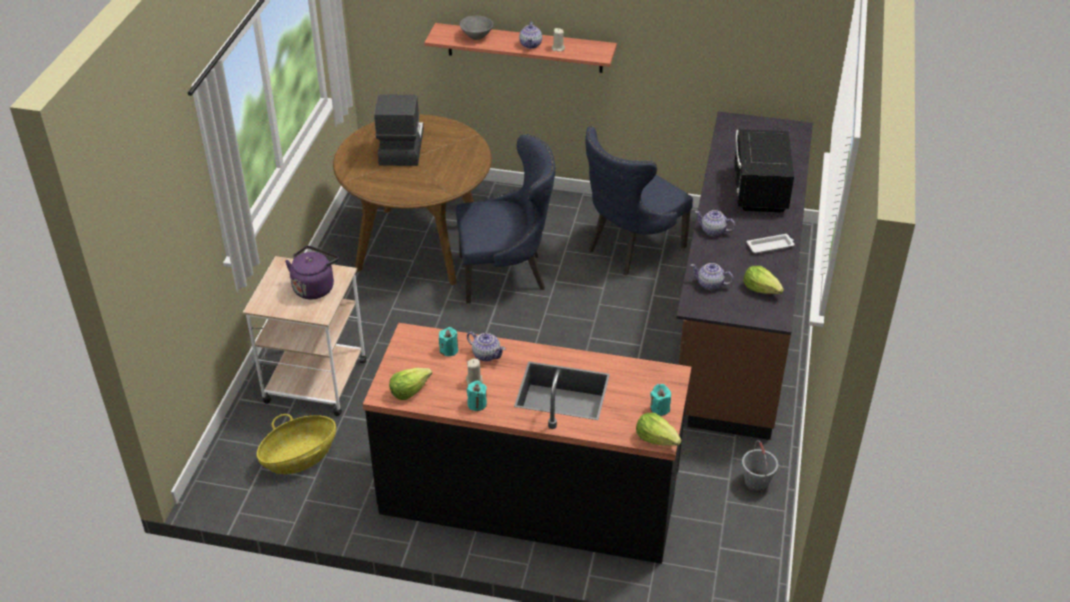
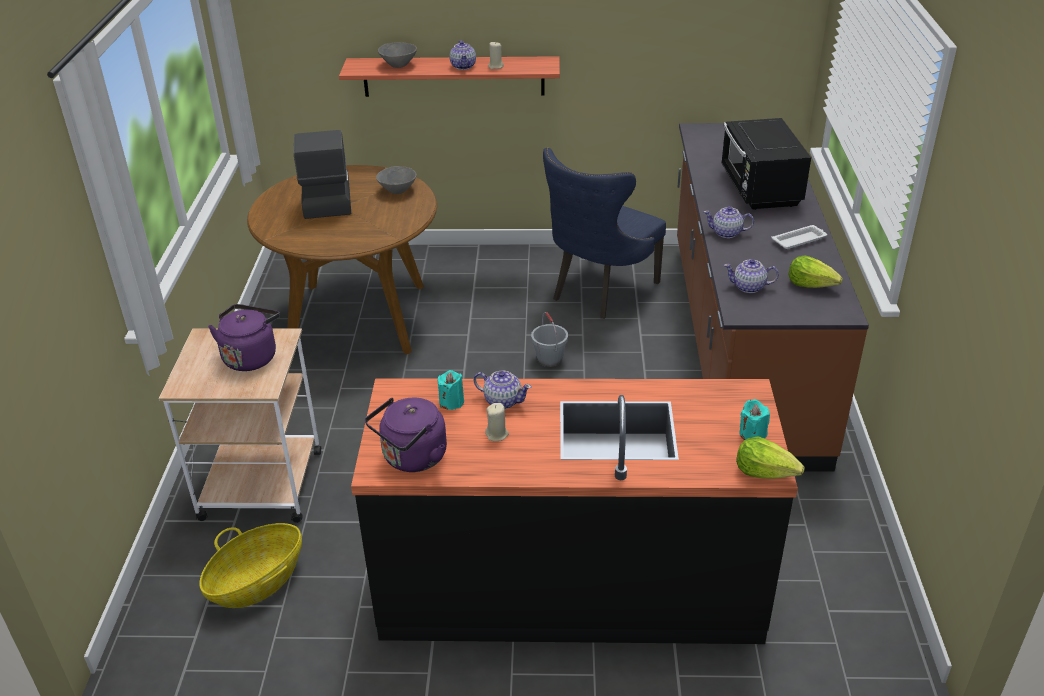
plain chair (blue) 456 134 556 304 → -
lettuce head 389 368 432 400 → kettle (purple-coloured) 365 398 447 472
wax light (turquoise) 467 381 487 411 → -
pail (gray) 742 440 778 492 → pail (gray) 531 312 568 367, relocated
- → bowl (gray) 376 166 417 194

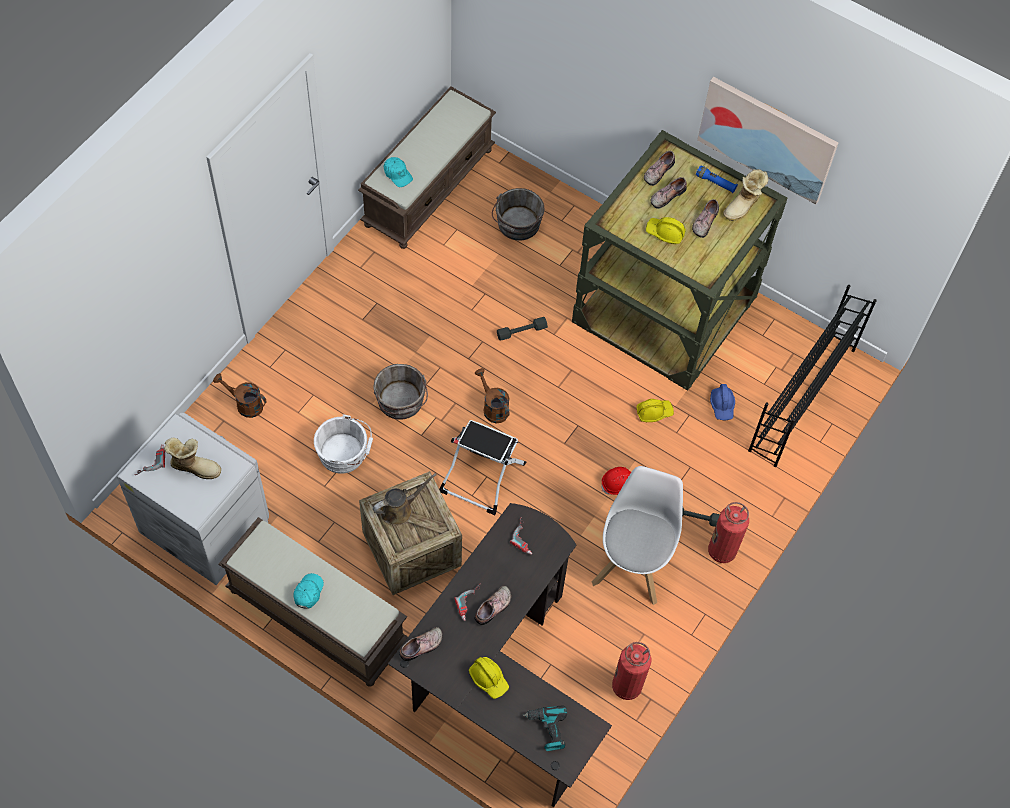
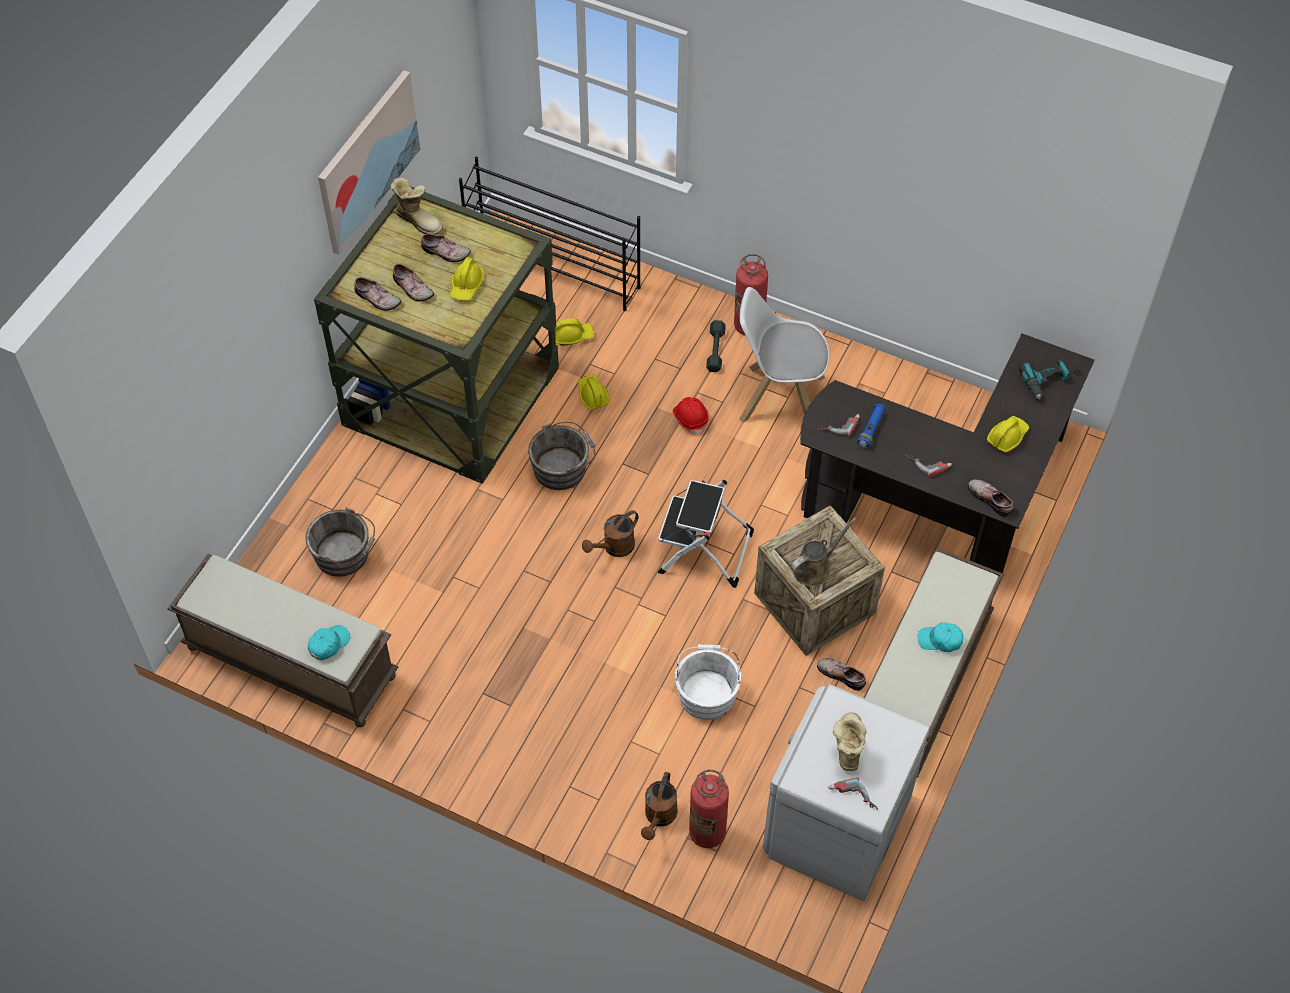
flashlight (blue) 696 166 738 193 → flashlight (blue) 857 404 886 449, relocated
free weight (gray) 497 317 548 341 → -
pail (gray) 374 364 428 420 → pail (gray) 528 422 595 490, relocated
safety helmet (blue) 710 384 735 420 → safety helmet (yellow-coloured) 555 318 594 346
watering can (brown-coloured) 373 473 437 525 → watering can (brown-coloured) 791 518 856 586, 90 degrees clockwise
shoe 474 586 511 625 → shoe 817 658 866 691, relocated
extinguisher 612 642 651 700 → extinguisher 689 769 729 848, relocated

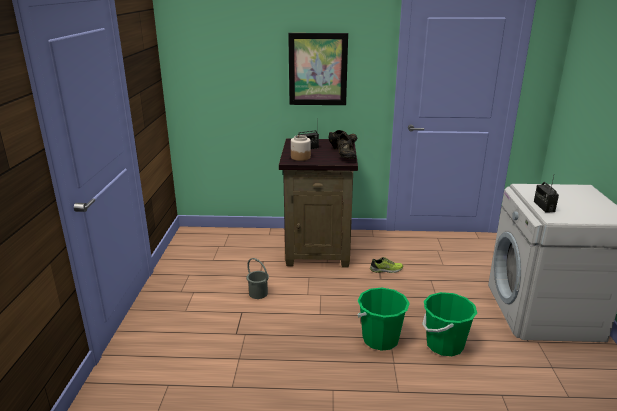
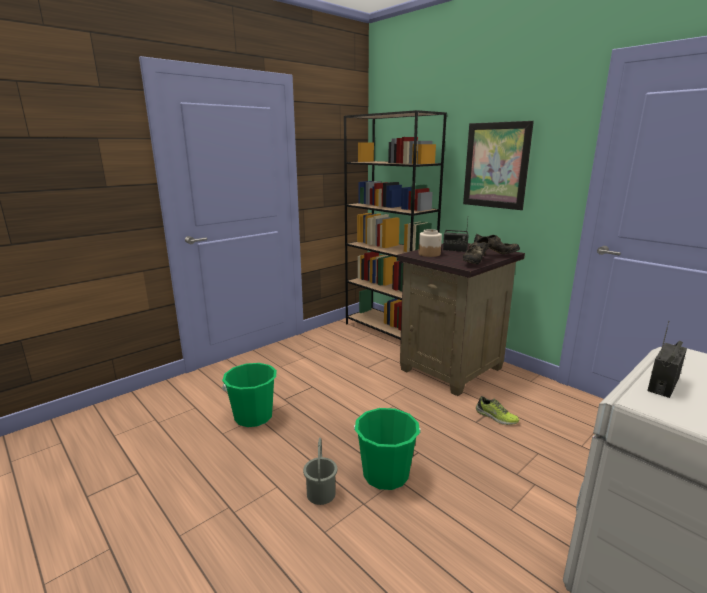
pail (gray) 247 258 269 299 → pail (gray) 303 438 337 505, relocated
pail (greenish) 422 292 477 356 → pail (greenish) 222 363 277 427, relocated
- → bookshelf (beige-coloured) 344 110 447 340

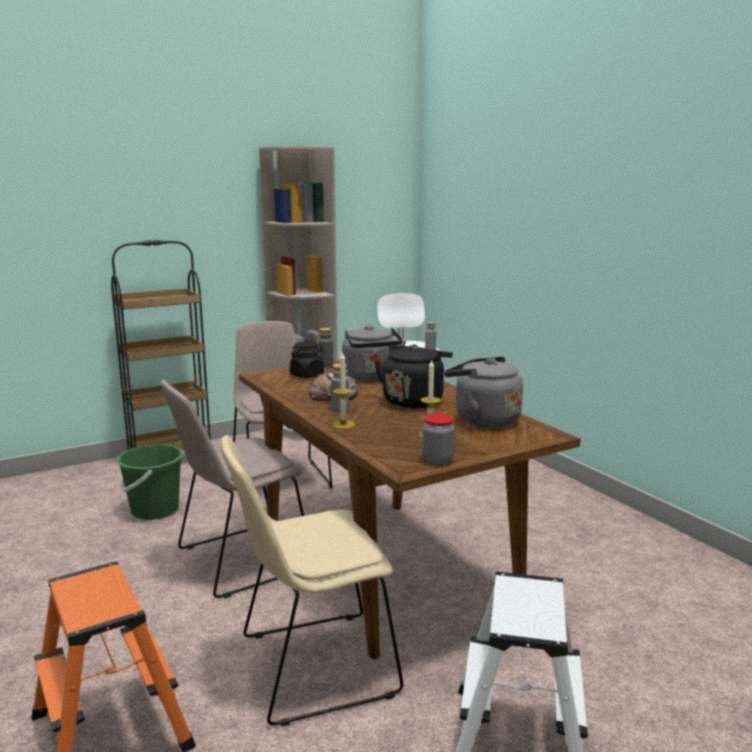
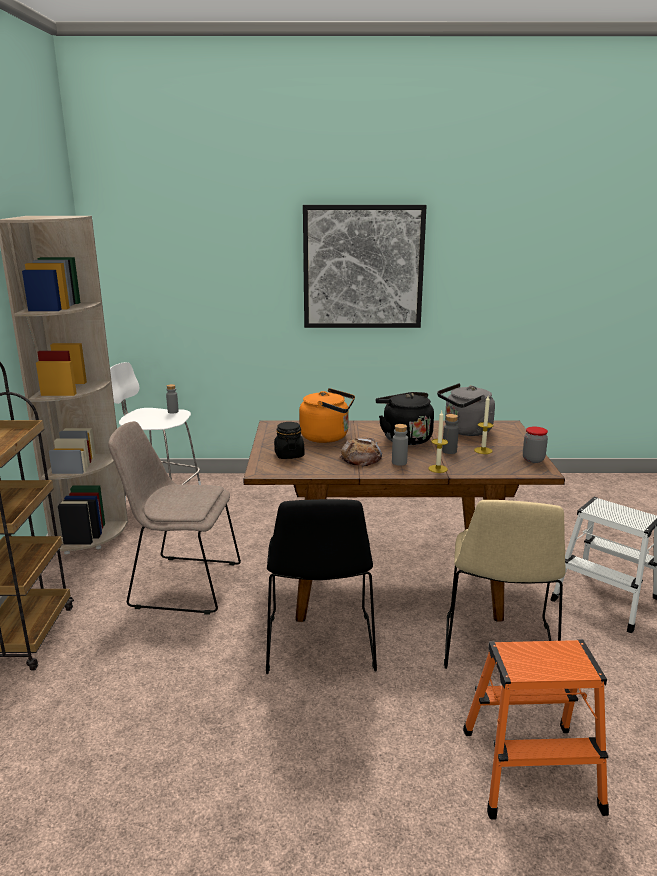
kettle (gray) 342 325 406 381 → kettle (orangey) 299 388 355 443
beverage bottle (gray) 318 328 333 367 → beverage bottle (gray) 442 414 459 454, relocated
plain chair (beige-coloured) 160 380 304 598 → plain chair (black) 266 499 377 674
pail (greenish) 116 444 184 520 → -
- → picture 303 205 427 328

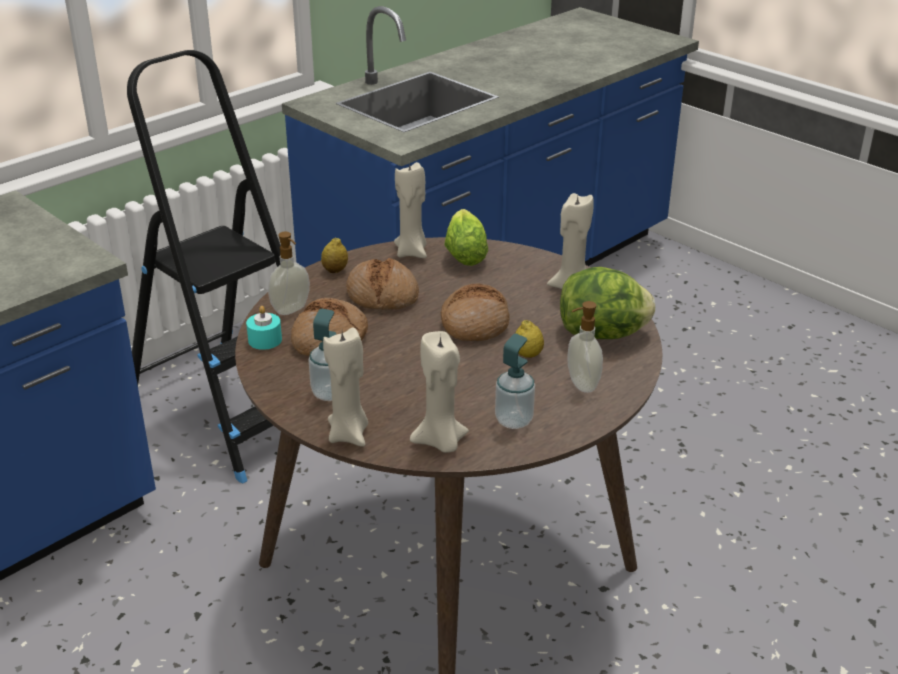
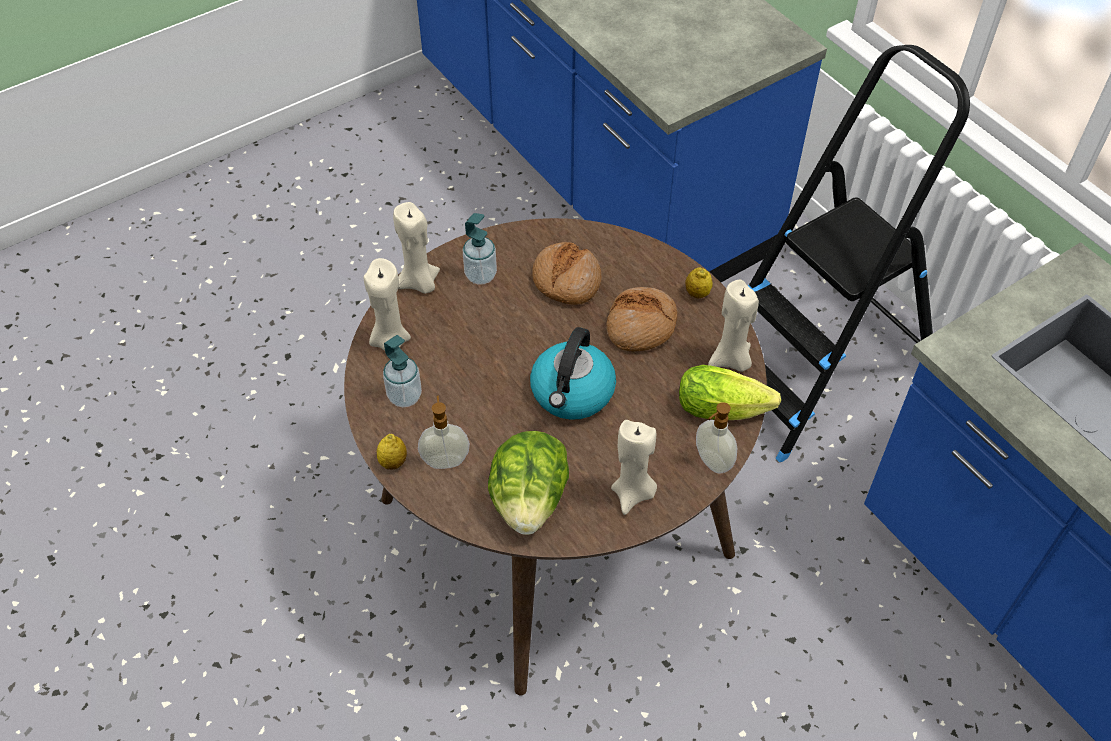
soap dispenser 268 231 310 315 → soap dispenser 696 402 737 474, relocated
bread 441 283 510 341 → kettle 530 327 616 420
wax light (turquoise) 246 306 282 350 → -
lemon 515 320 544 358 → lemon 377 434 407 469, relocated

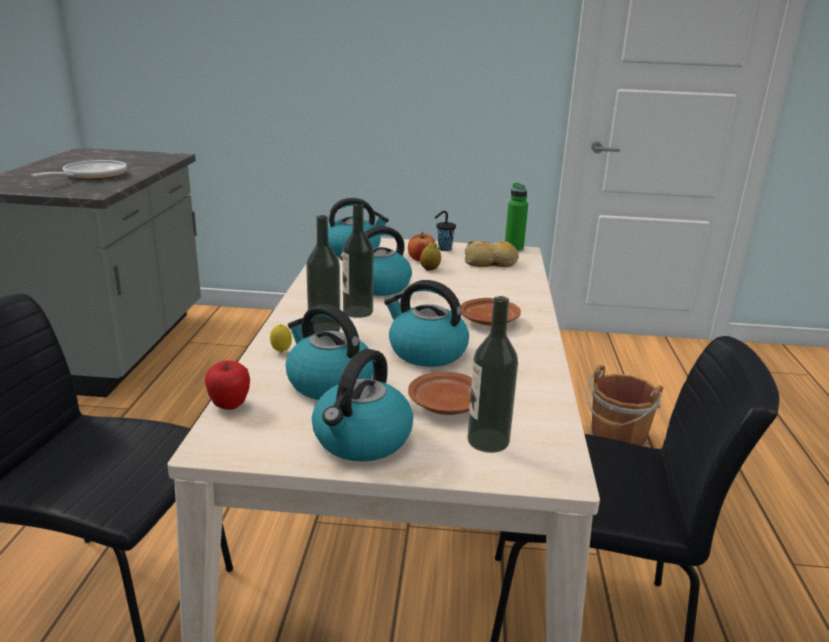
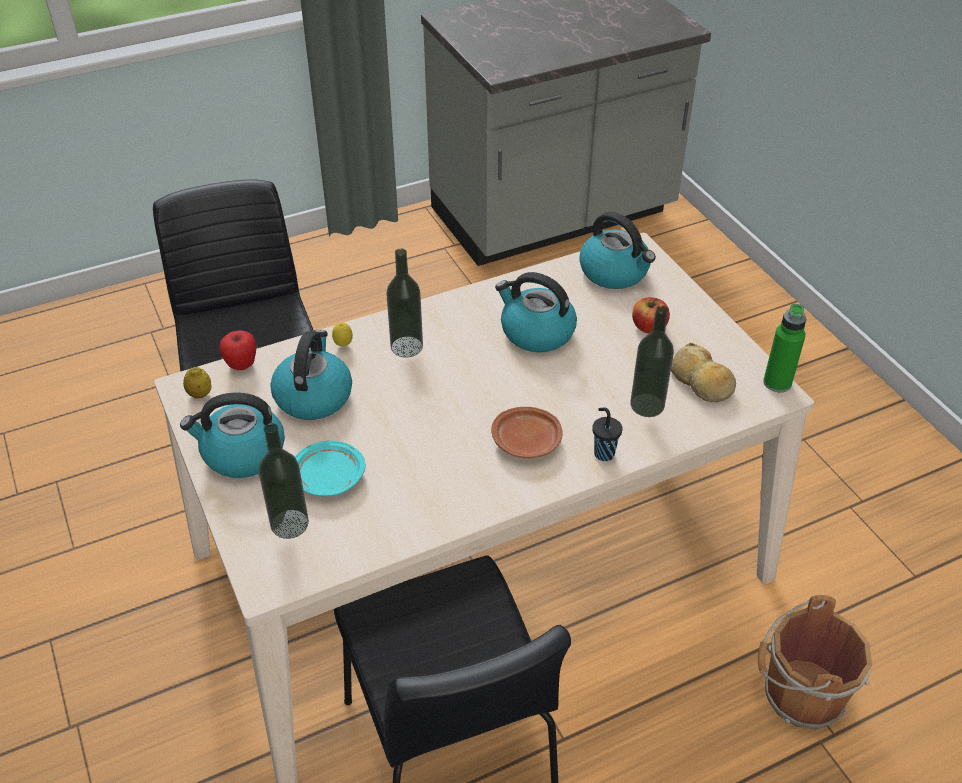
skillet 31 160 127 180 → -
beverage bottle 342 203 374 318 → beverage bottle 630 306 674 417, relocated
cup (black) 435 211 456 251 → cup (black) 592 407 623 461, relocated
lemon 420 242 441 271 → lemon 183 367 211 398, relocated
kettle 384 280 469 367 → -
flat dish (brown-coloured) 408 372 472 415 → flat dish (turquoise) 295 441 365 497

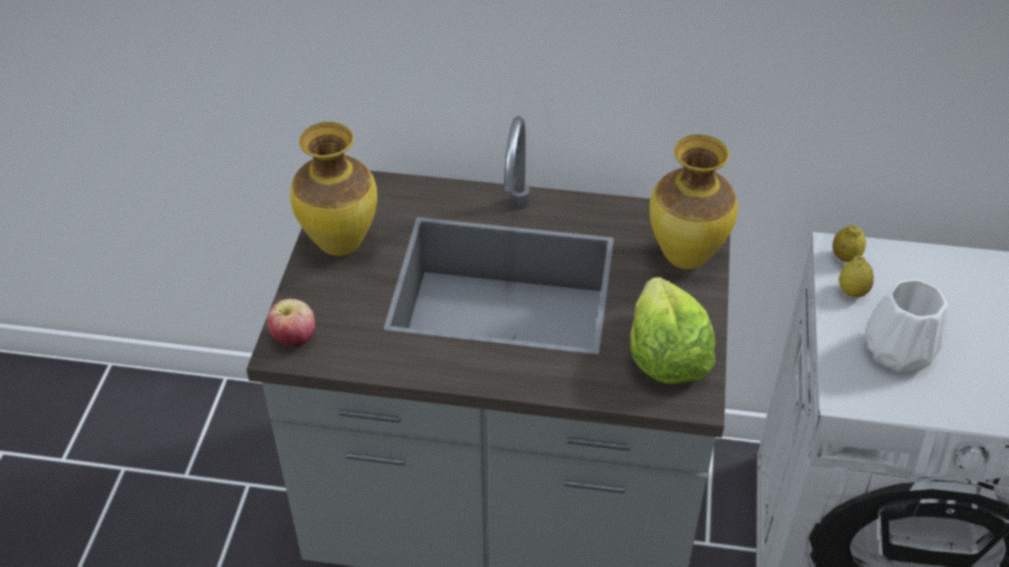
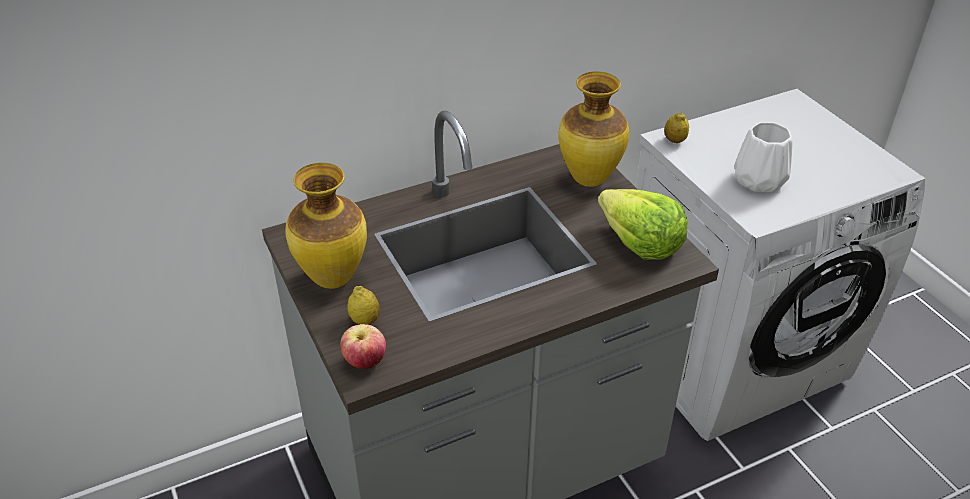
lemon 839 255 874 297 → lemon 347 286 380 325, relocated

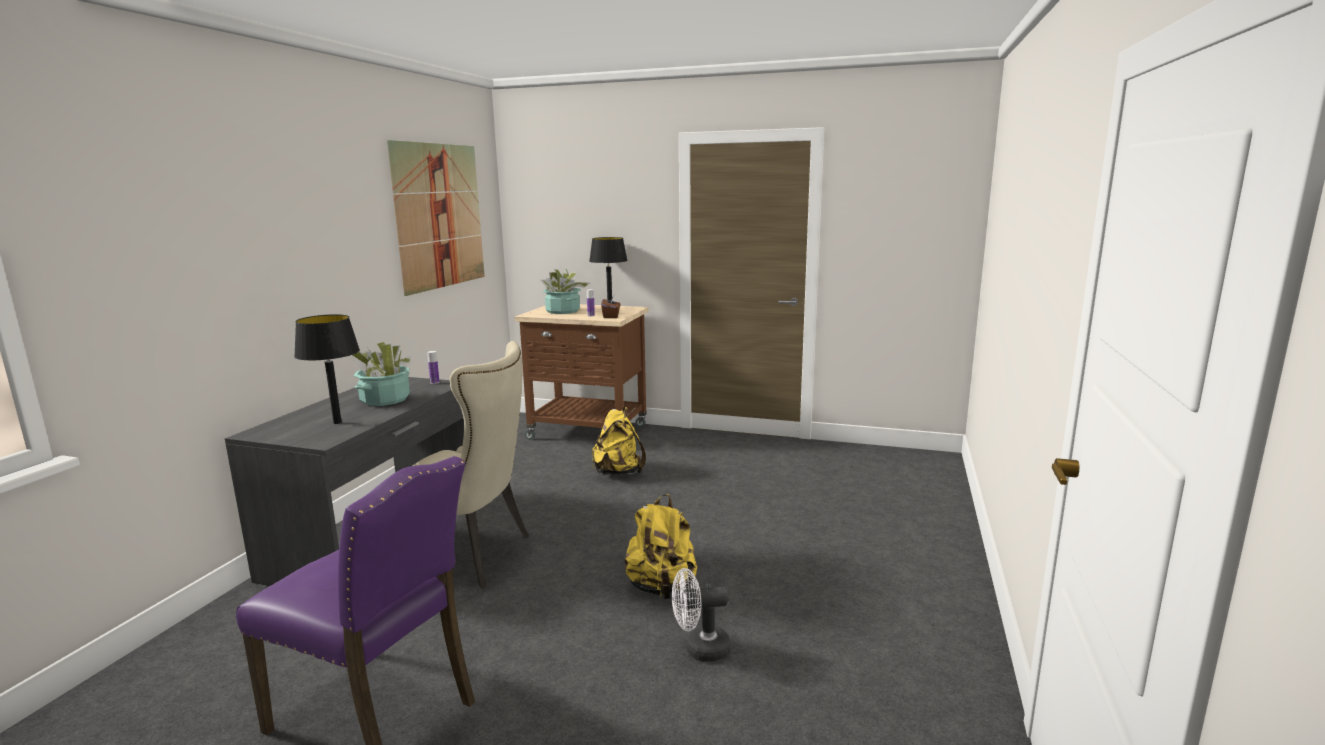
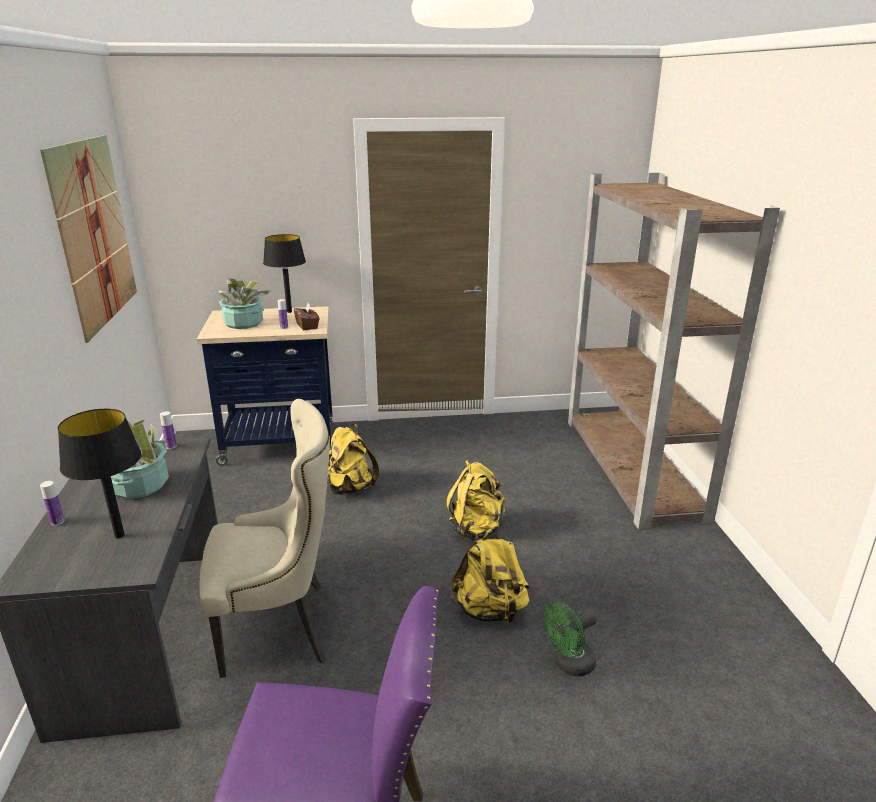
cart (brown-coloured) 515 304 648 440 → cart (blue) 197 306 333 466
cooling fan (whitish) 672 568 731 662 → cooling fan (greenish) 543 602 597 677
- → bookshelf (brown-coloured) 568 173 780 530
- → rucksack (yellow-coloured) 446 460 505 541
- → beverage bottle 40 481 65 526

